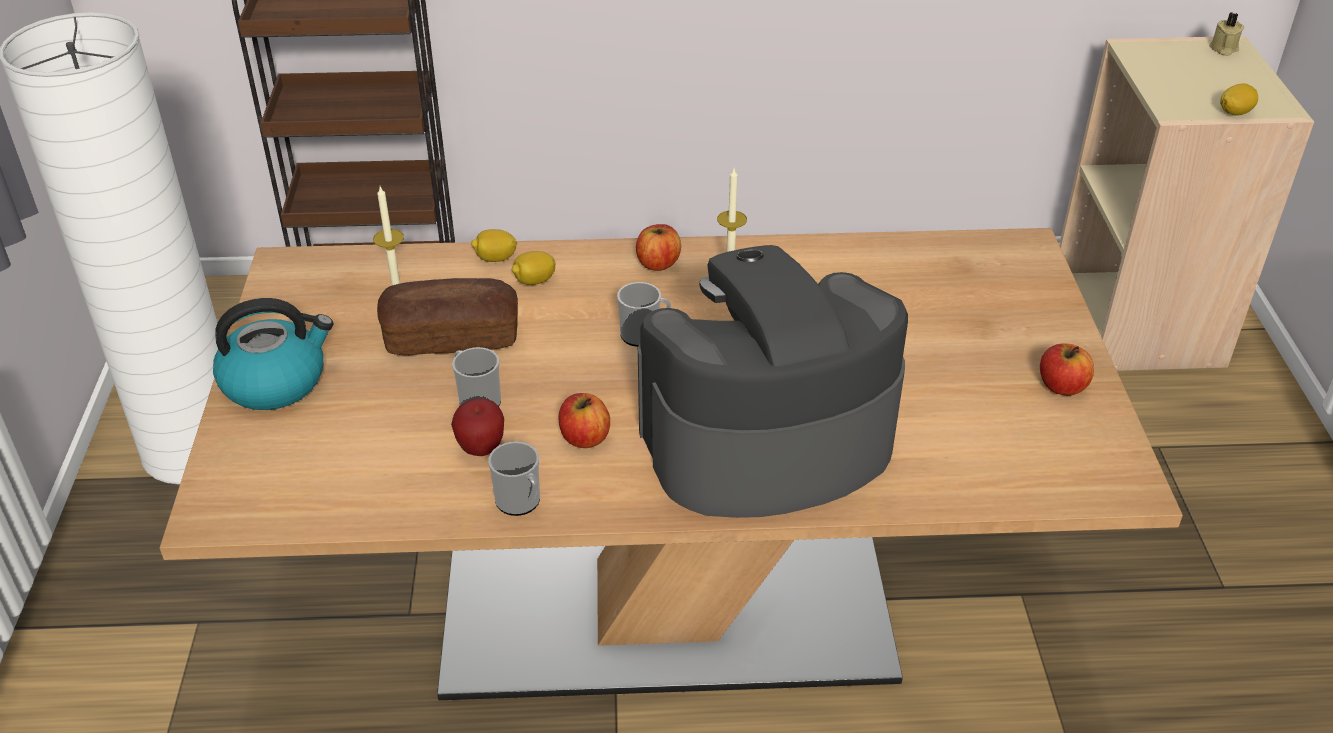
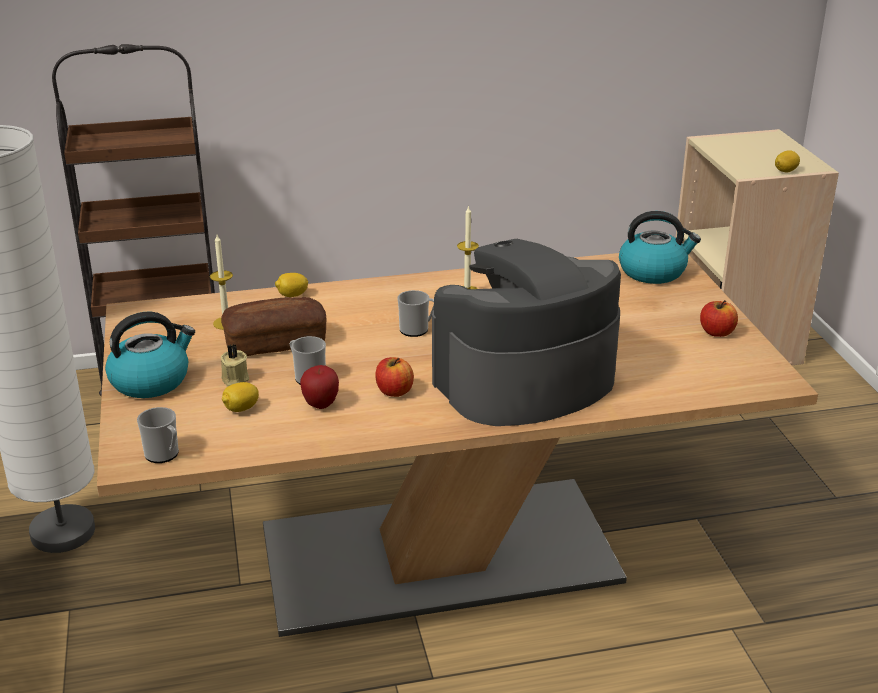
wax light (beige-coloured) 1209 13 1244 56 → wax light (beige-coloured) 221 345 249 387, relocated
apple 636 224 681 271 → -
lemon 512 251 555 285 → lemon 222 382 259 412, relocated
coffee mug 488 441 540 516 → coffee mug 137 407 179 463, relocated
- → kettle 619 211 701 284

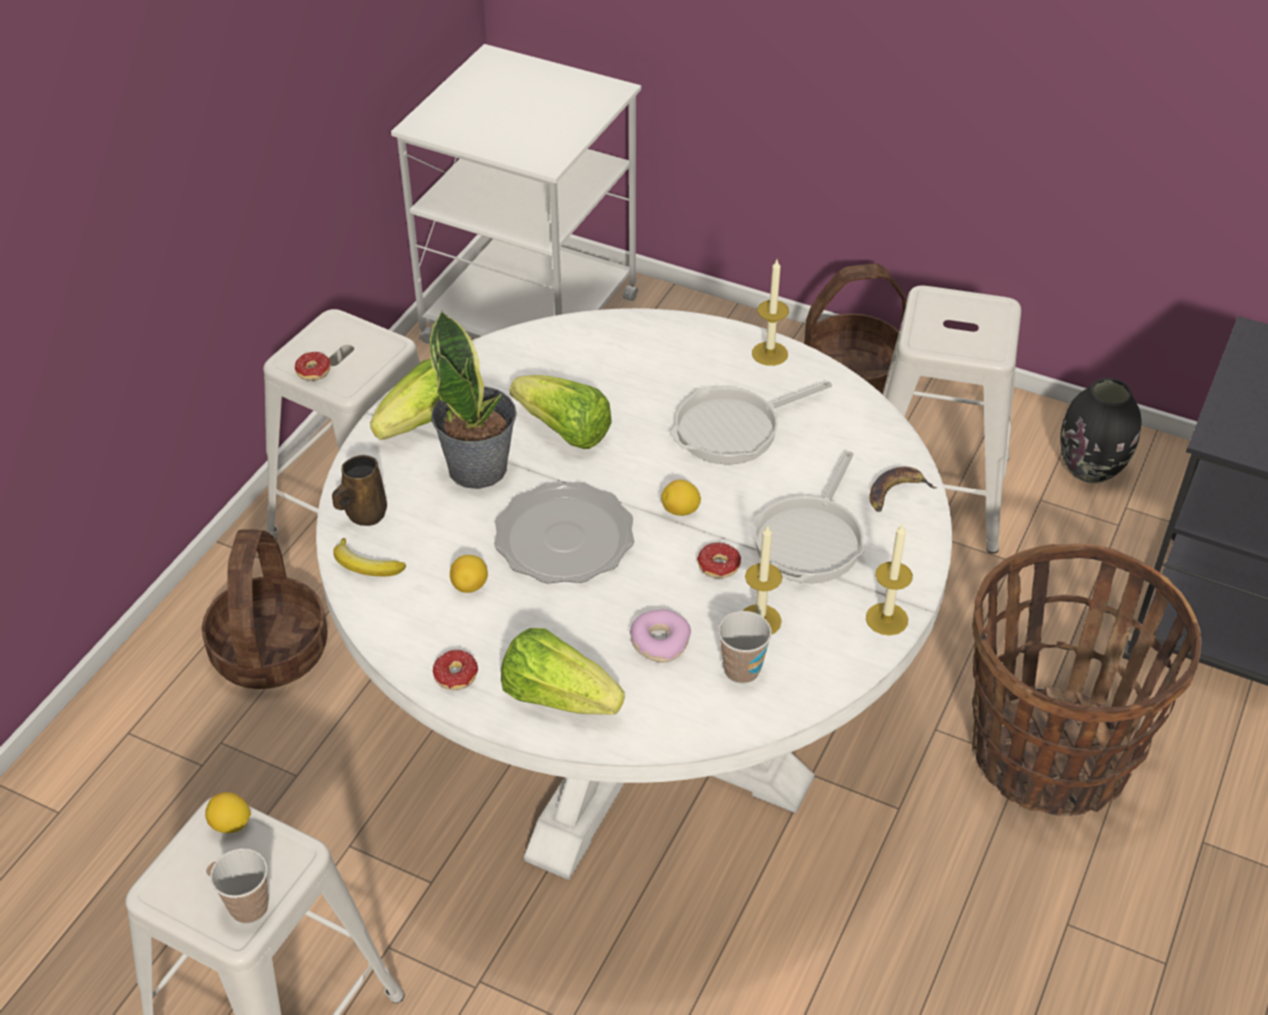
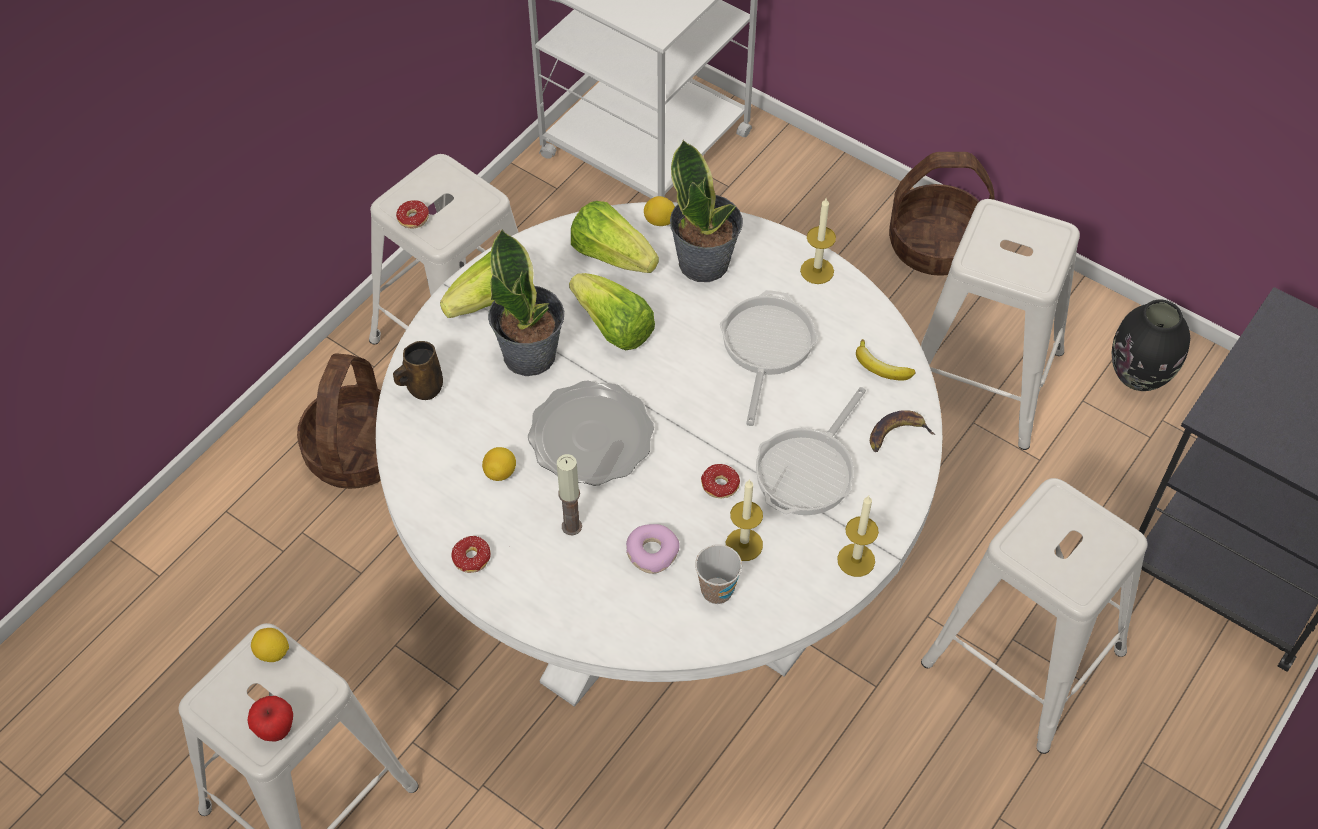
skillet 670 381 832 464 → skillet 720 290 818 426, 120 degrees clockwise
lemon 661 480 701 516 → lemon 644 196 675 226, relocated
banana fruit 333 538 406 576 → banana fruit 856 339 916 380, relocated
storage basket 972 543 1201 816 → stool (whitish) 921 478 1147 754
lettuce head 501 628 625 715 → lettuce head 571 201 659 273, relocated
cup 210 848 269 923 → apple 247 696 293 742
- → plant in a pot 670 139 743 282
- → wax light 557 454 582 536

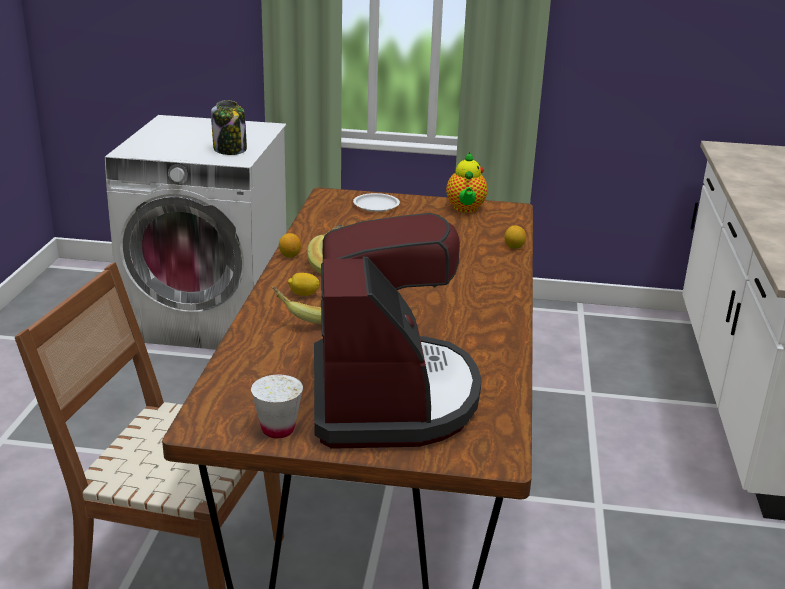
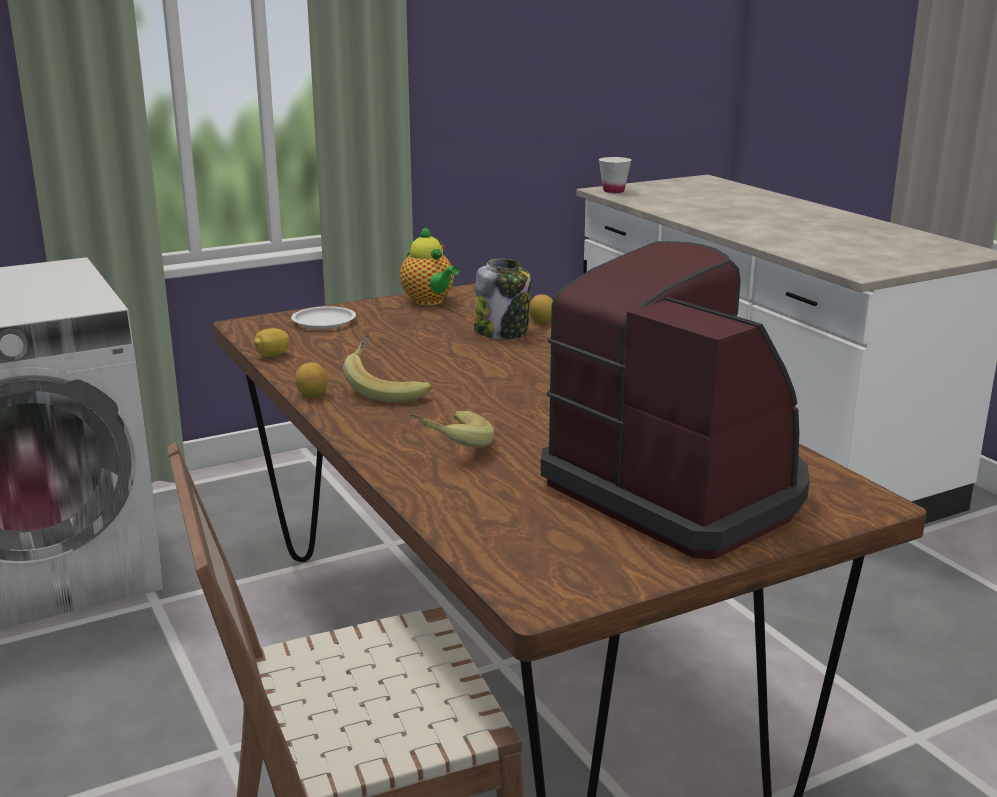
jar 211 100 247 155 → jar 474 259 531 339, relocated
lemon 288 273 320 296 → lemon 254 328 290 357, relocated
cup (whitish) 251 375 303 438 → cup (whitish) 599 157 631 193, relocated

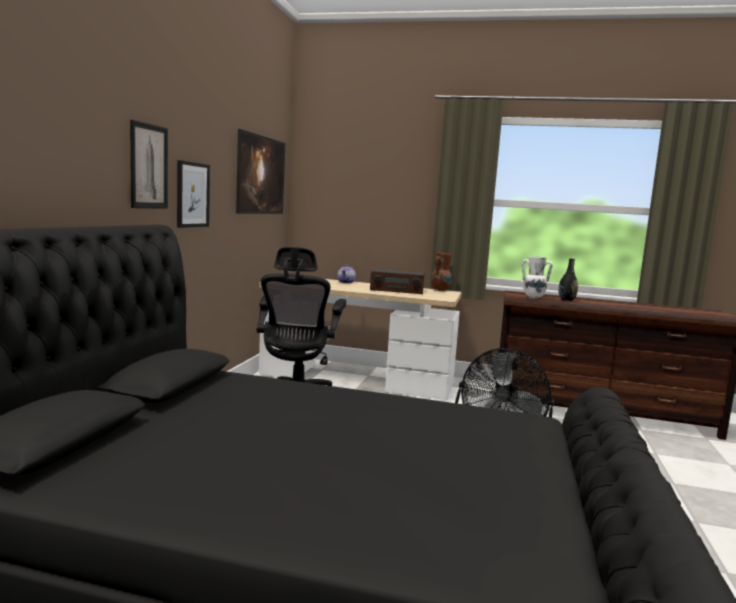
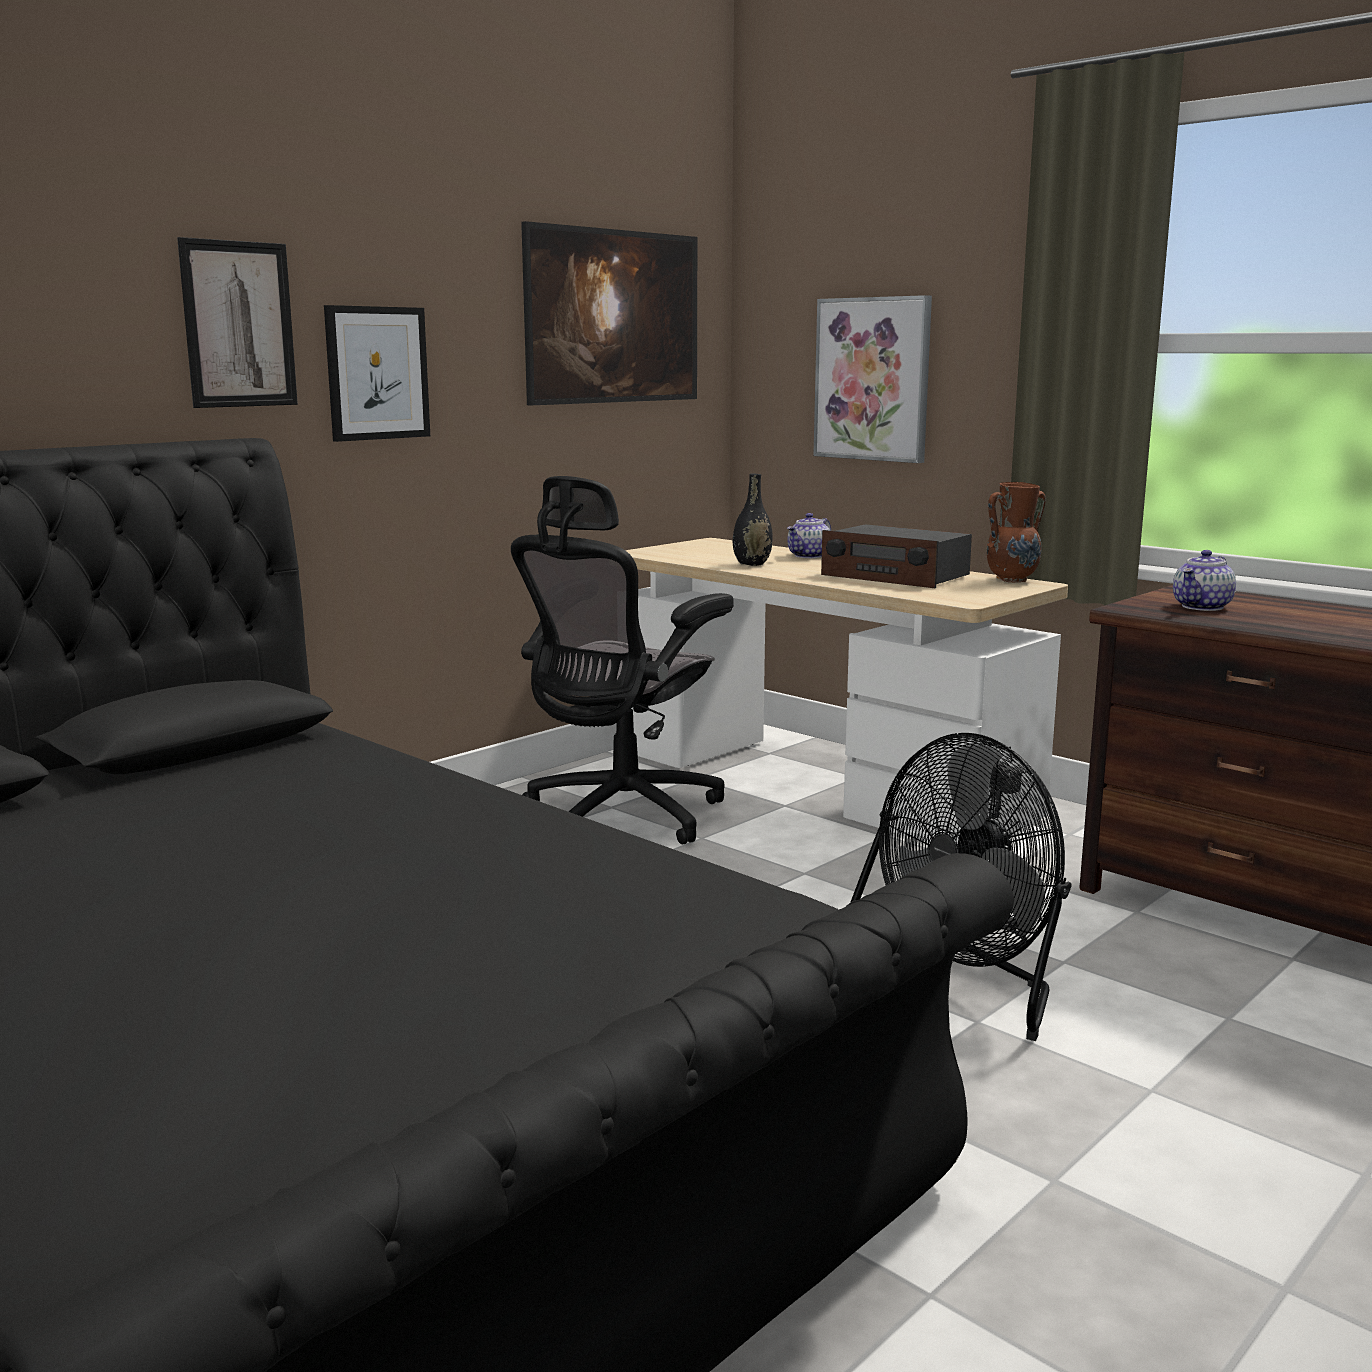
flower vase (whitish) 521 256 553 299 → teapot 1173 550 1236 611
flower vase (black) 558 258 578 301 → flower vase (black) 733 473 773 566, relocated
- → picture 813 295 932 463

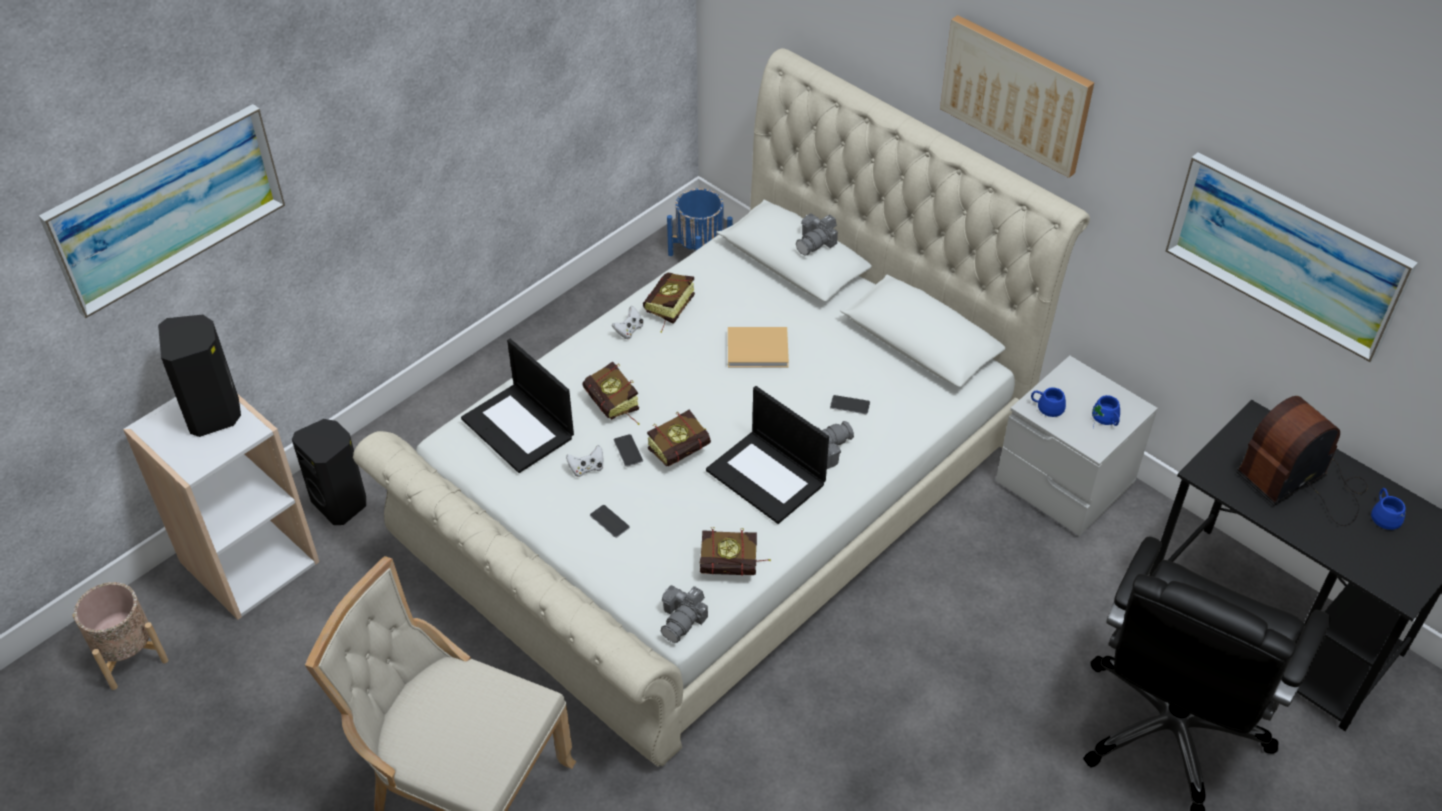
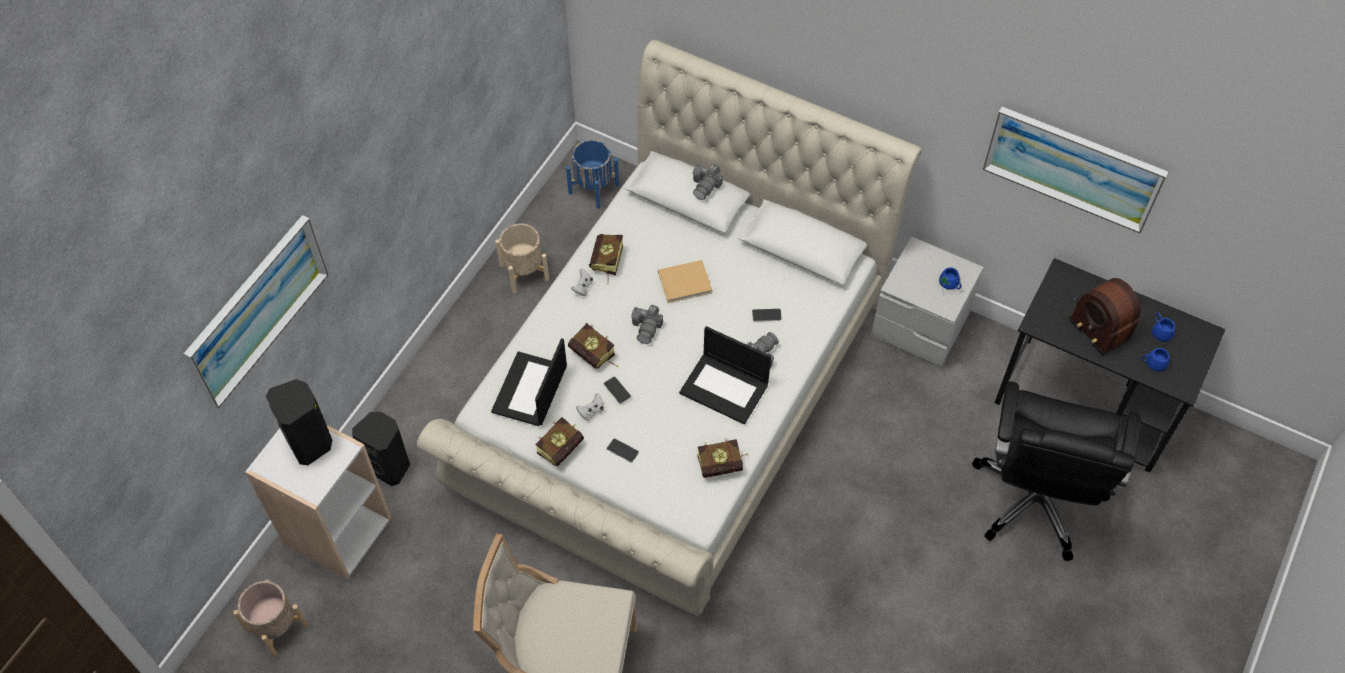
picture 940 15 1094 178 → -
portable computer 461 339 574 473 → portable computer 491 338 567 426, 75 degrees clockwise
coffee mug (blue) 1031 387 1066 417 → coffee mug (blue) 1141 348 1170 372, relocated
radio receiver 1236 396 1368 526 → radio receiver 1068 278 1142 356, 75 degrees counterclockwise
volume 647 410 711 466 → volume 535 417 584 466, relocated
photo camera 661 585 708 643 → photo camera 631 304 663 344, relocated
- → plant pot (beige-coloured) 495 223 549 294

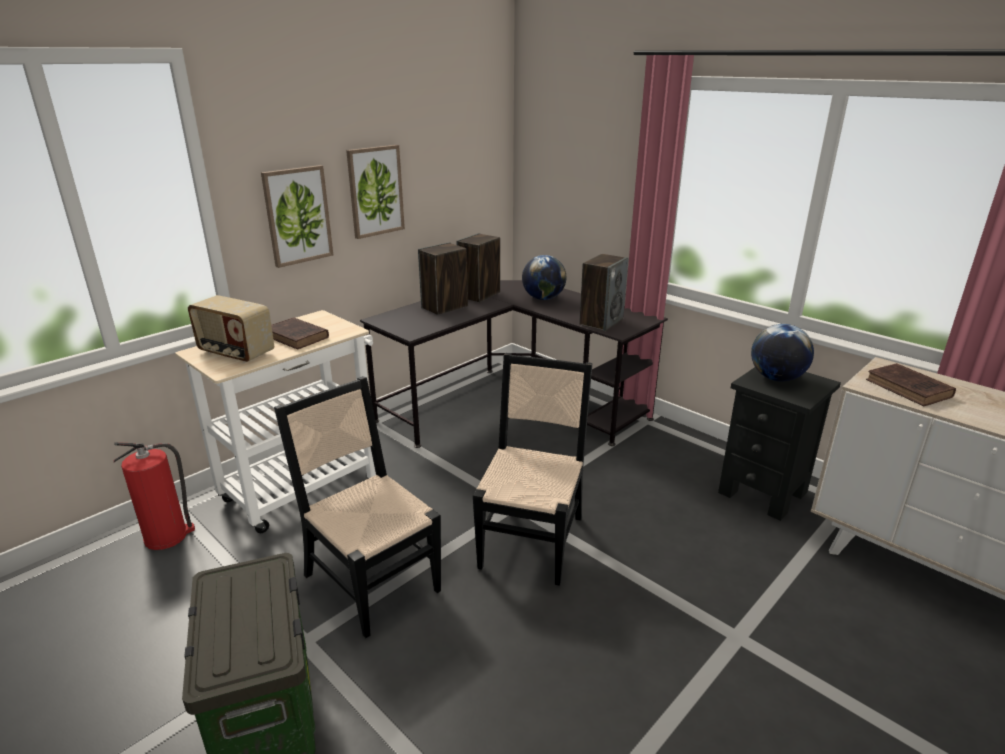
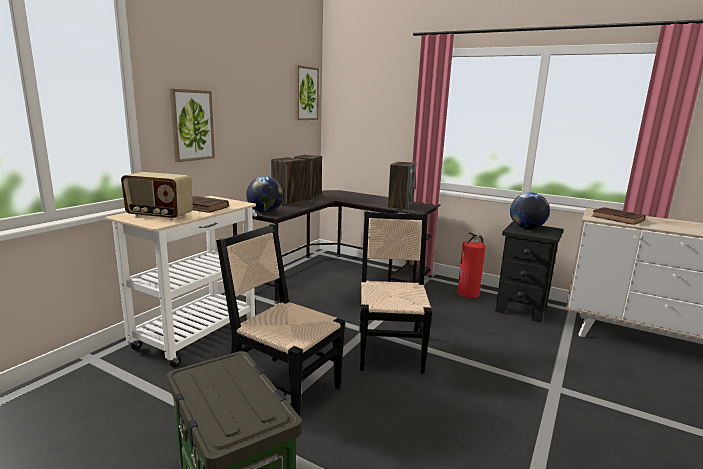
picture 346 145 405 239 → picture 295 65 319 120, relocated
desk globe 522 255 566 300 → desk globe 246 176 283 213, relocated
extinguisher 114 442 195 550 → extinguisher 457 232 486 298, relocated

